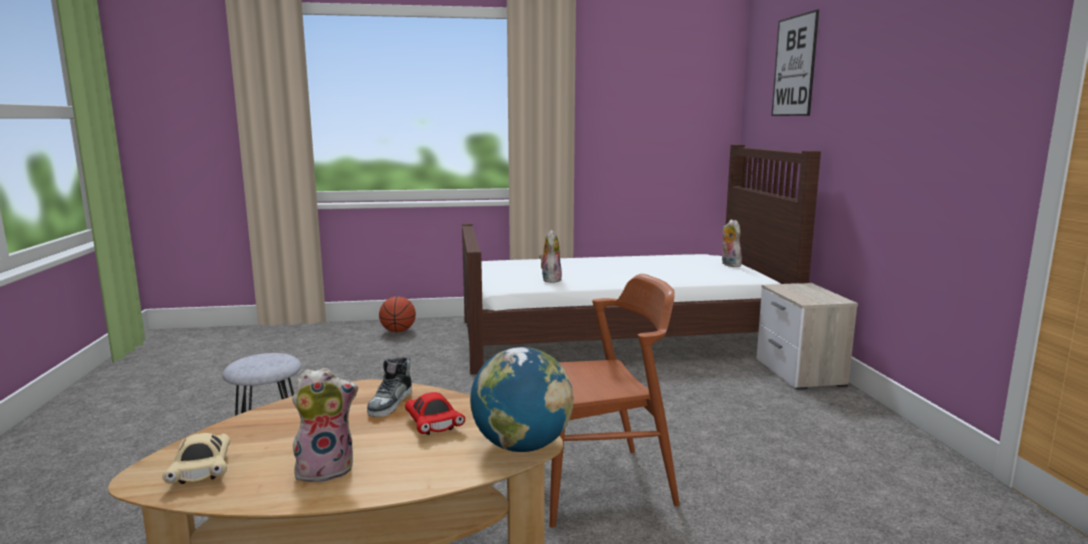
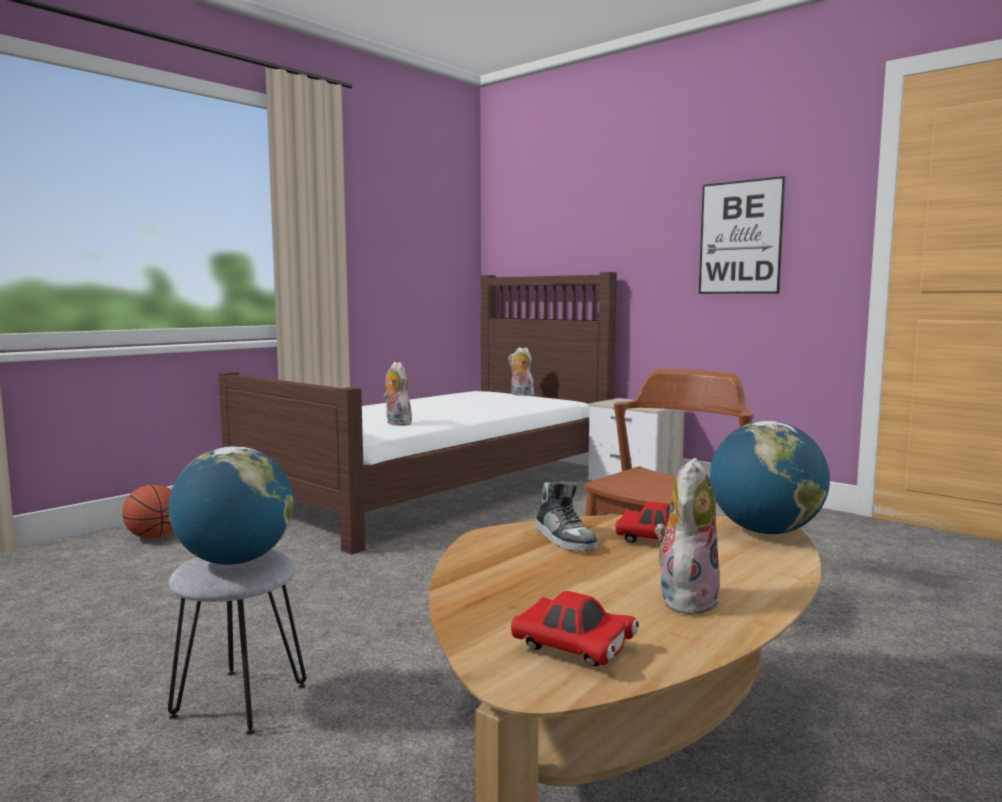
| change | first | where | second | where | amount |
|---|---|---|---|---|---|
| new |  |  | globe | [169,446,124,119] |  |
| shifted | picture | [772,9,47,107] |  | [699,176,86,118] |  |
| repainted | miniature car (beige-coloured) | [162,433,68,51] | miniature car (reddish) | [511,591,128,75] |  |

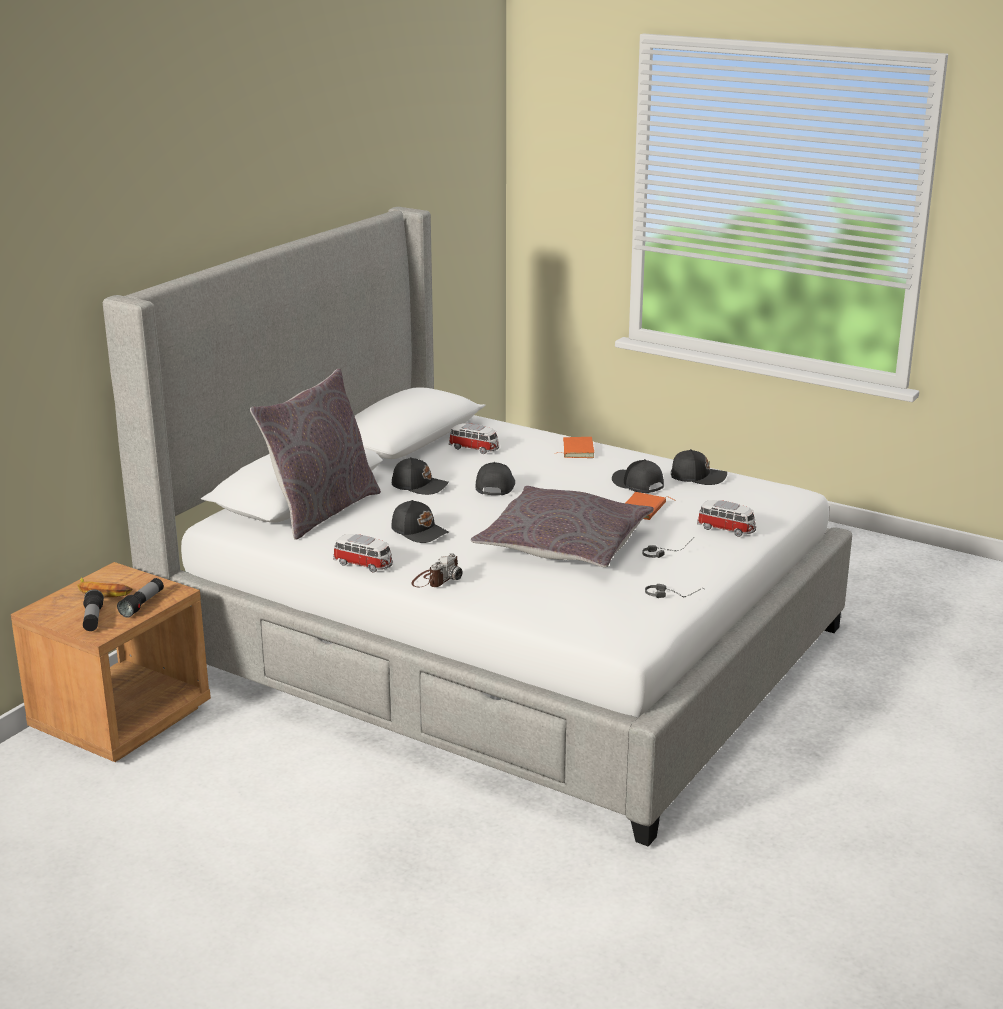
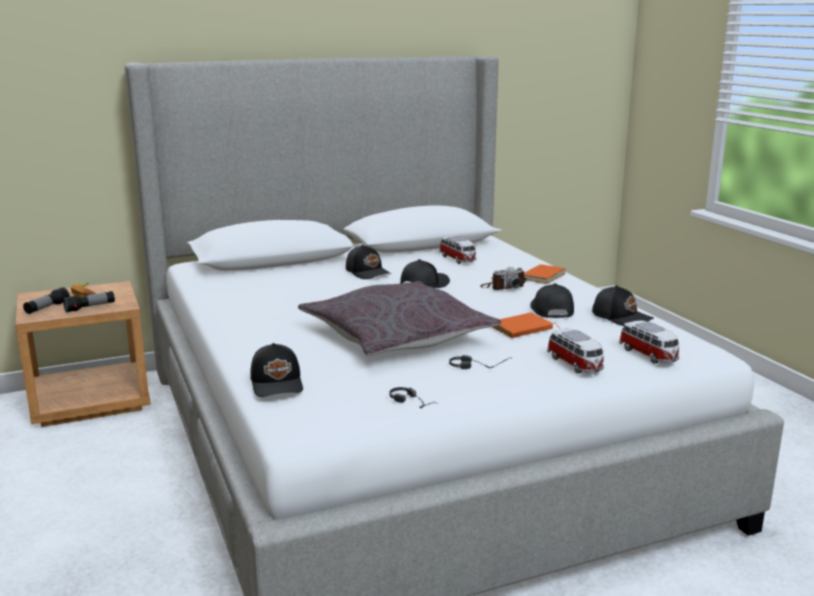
| change | first | where | second | where | amount |
|---|---|---|---|---|---|
| gone | pillow (greyish) | [250,369,131,171] |  |  |  |
| shifted | miniature car | [333,534,60,39] |  | [619,320,60,44] |  |
| shifted | peaked cap (black) | [391,500,58,43] |  | [250,343,53,54] |  |
| shifted | still camera | [411,553,51,34] |  | [481,267,45,23] |  |

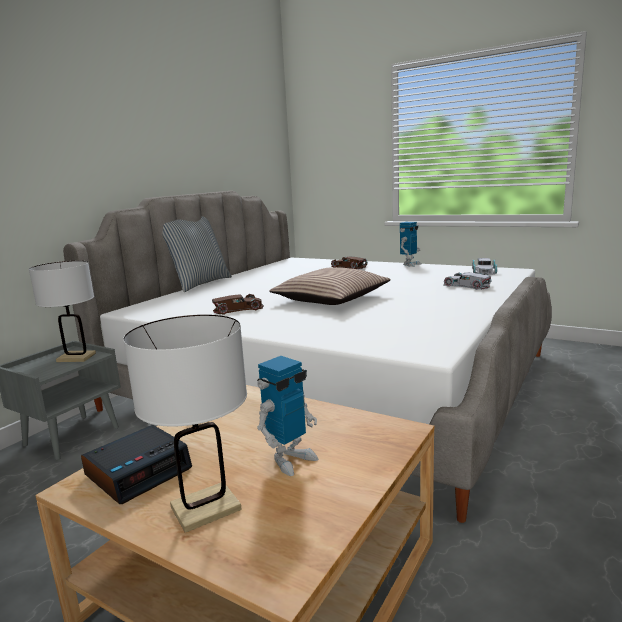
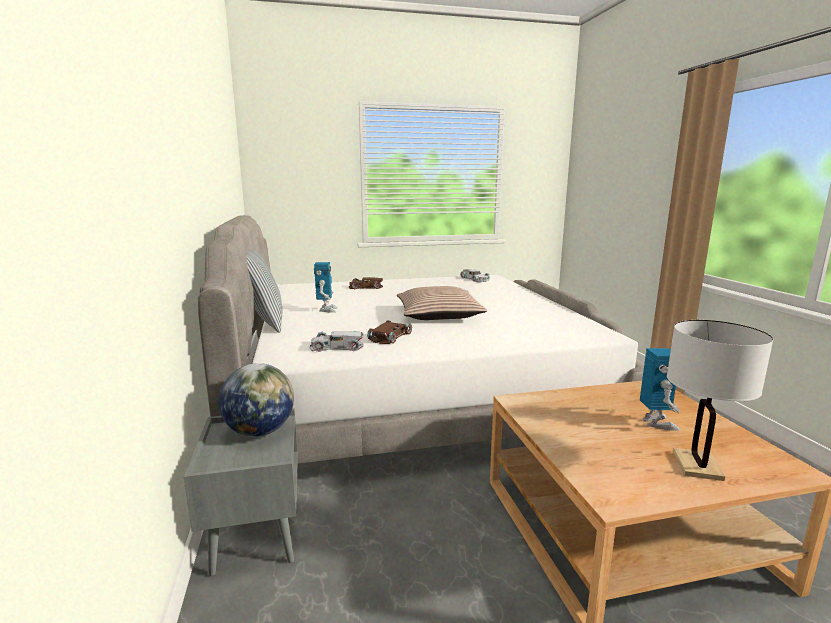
| change | first | where | second | where | amount |
|---|---|---|---|---|---|
| gone | alarm clock | [81,425,111,79] |  |  |  |
| shifted | toy robot | [400,222,22,45] |  | [314,262,24,51] |  |
| shifted | miniature car (whitish) | [443,272,49,18] |  | [309,331,55,21] |  |
| swapped | table lamp (whitish) | [29,261,67,101] | globe | [219,363,75,74] |  |

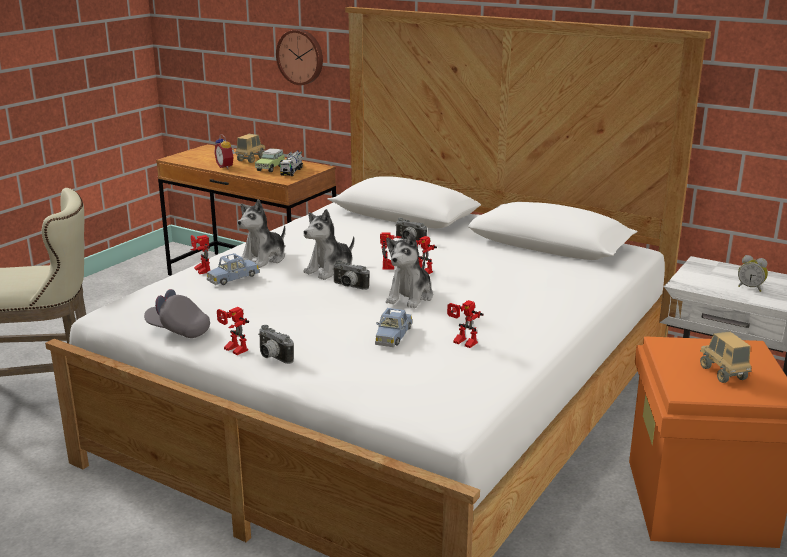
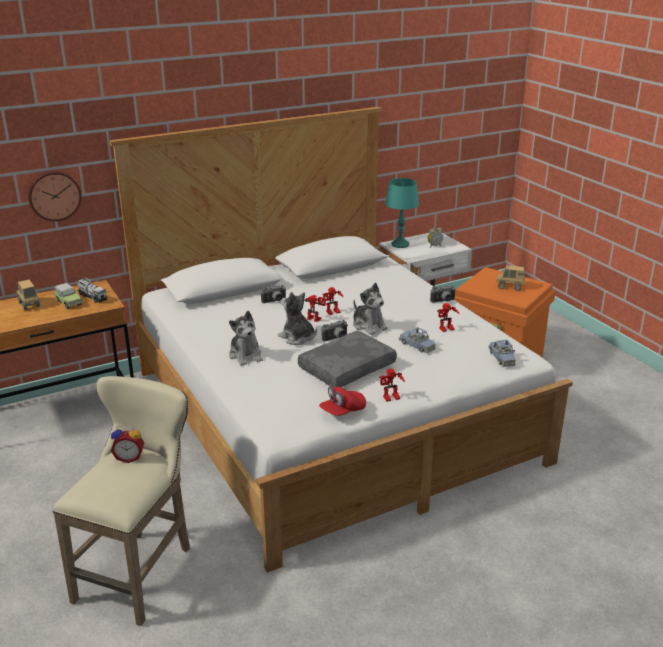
| change | first | where | second | where | amount |
|---|---|---|---|---|---|
| gone | toy robot | [191,235,20,39] |  |  |  |
| new |  |  | pillow (greyish) | [298,331,99,56] |  |
| new |  |  | table lamp (blue-green) | [385,178,34,70] |  |
| shifted | miniature car (bluish) | [207,253,53,32] |  | [489,340,27,27] |  |
| shifted | alarm clock | [214,134,21,35] |  | [111,425,33,38] |  |
| shifted | still camera | [258,325,36,39] |  | [430,285,26,18] |  |
| repainted | peaked cap (greyish) | [144,289,66,49] | peaked cap (reddish) | [319,386,47,30] |  |
| rotated | plush toy | [303,209,51,71] |  | [278,292,39,53] | 150 degrees clockwise |

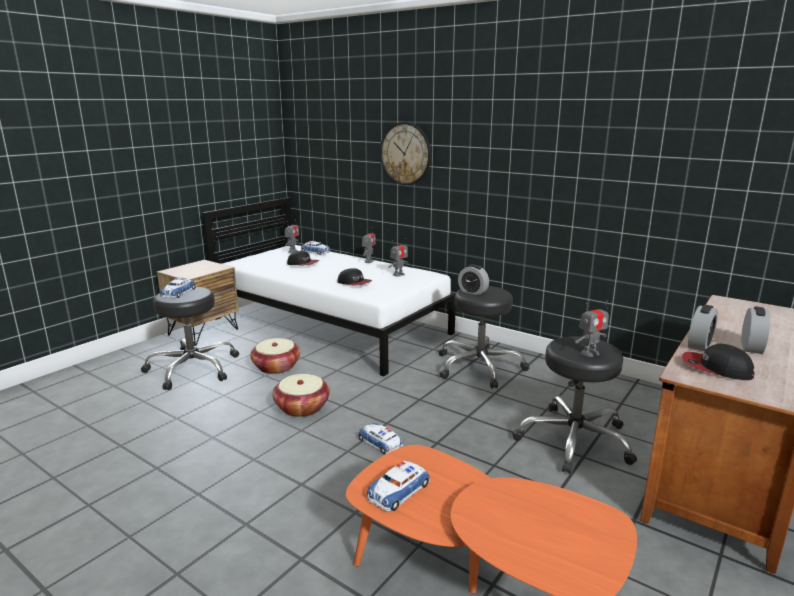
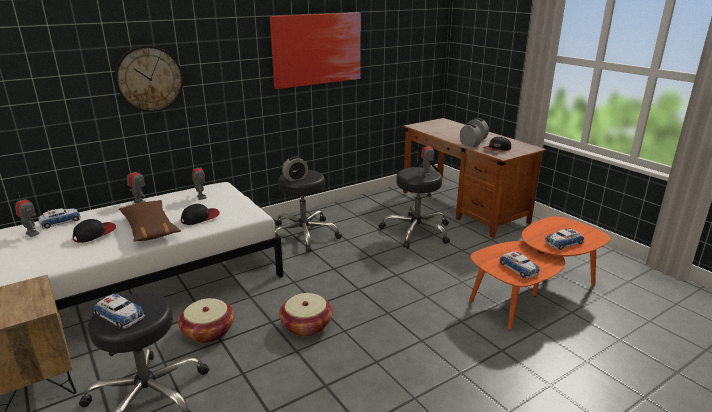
| change | first | where | second | where | amount |
|---|---|---|---|---|---|
| new |  |  | pillow (brown) | [119,200,62,42] |  |
| new |  |  | picture | [270,12,91,77] |  |
| shifted | miniature car | [358,423,46,32] |  | [545,228,39,22] |  |

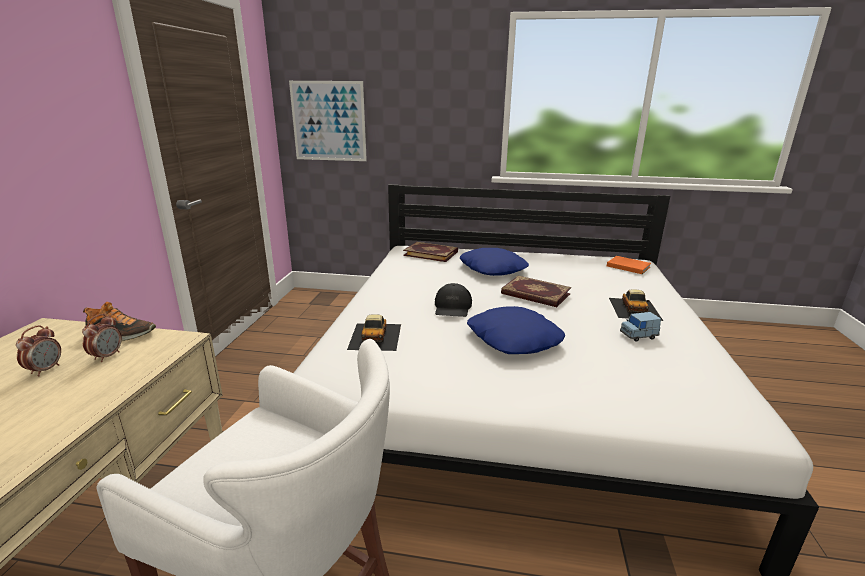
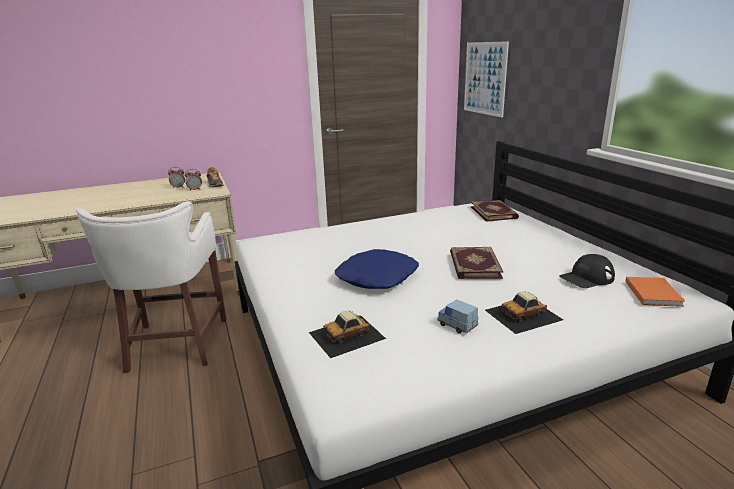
| change | first | where | second | where | amount |
|---|---|---|---|---|---|
| gone | pillow (bluish) | [460,248,69,28] |  |  |  |
| shifted | miniature car | [347,314,54,37] |  | [309,311,77,47] |  |
| shifted | peaked cap (black) | [435,283,37,34] |  | [559,254,56,34] |  |

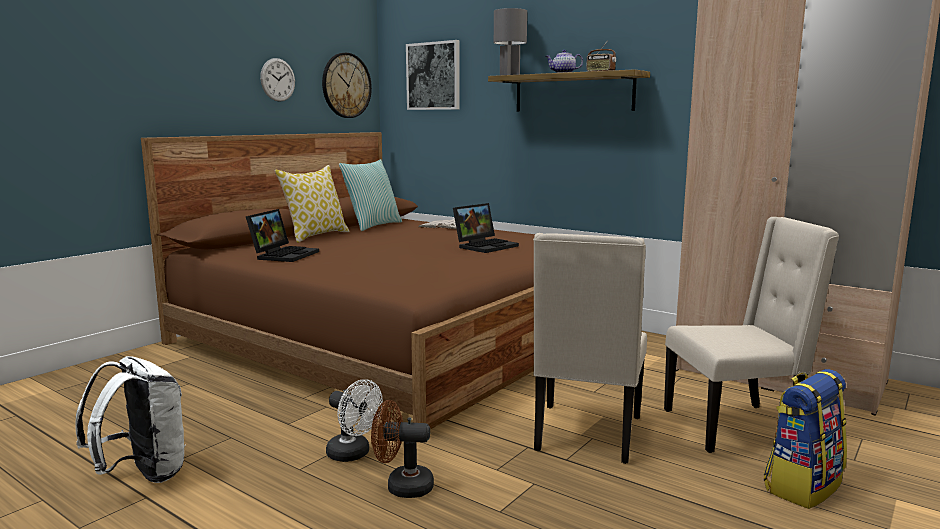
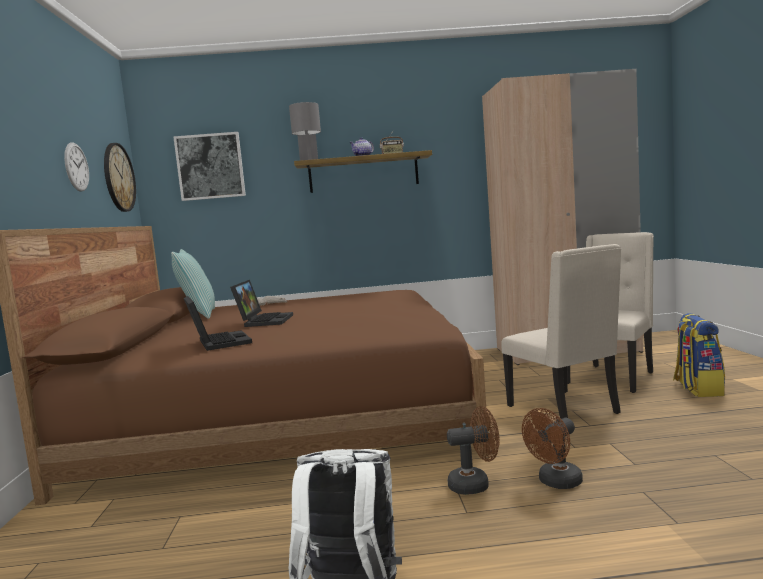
| change | first | where | second | where | amount |
|---|---|---|---|---|---|
| gone | pillow | [274,165,75,78] |  |  |  |
| shifted | portable computer | [453,203,66,50] |  | [230,280,63,47] |  |
| repainted | cooling fan (whitish) | [326,379,57,83] | cooling fan (brown) | [447,406,53,89] |  |

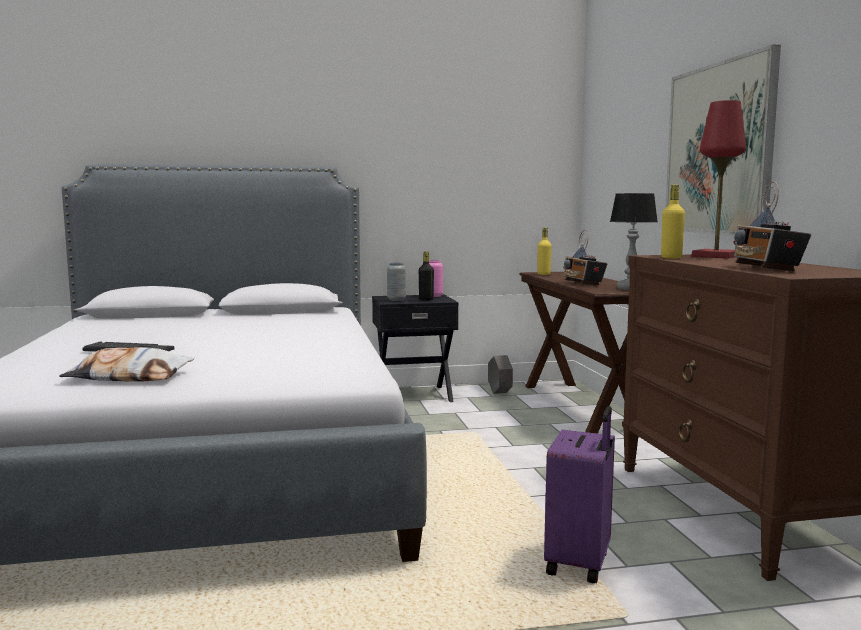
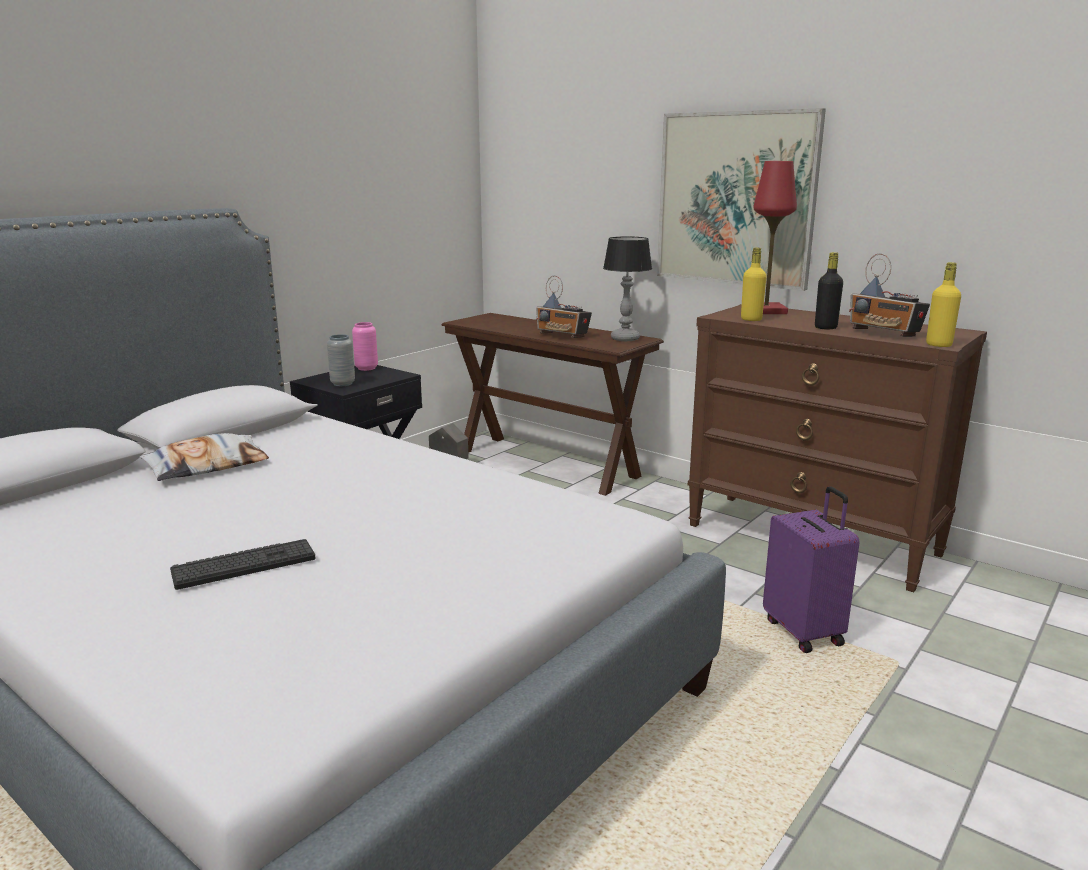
| change | first | where | second | where | amount |
|---|---|---|---|---|---|
| shifted | pillow | [59,347,135,35] |  | [139,433,130,48] |  |
| shifted | bottle (black) | [419,251,15,50] |  | [815,252,28,77] |  |
| shifted | bottle (yellow-coloured) | [537,227,15,48] |  | [926,262,35,85] |  |

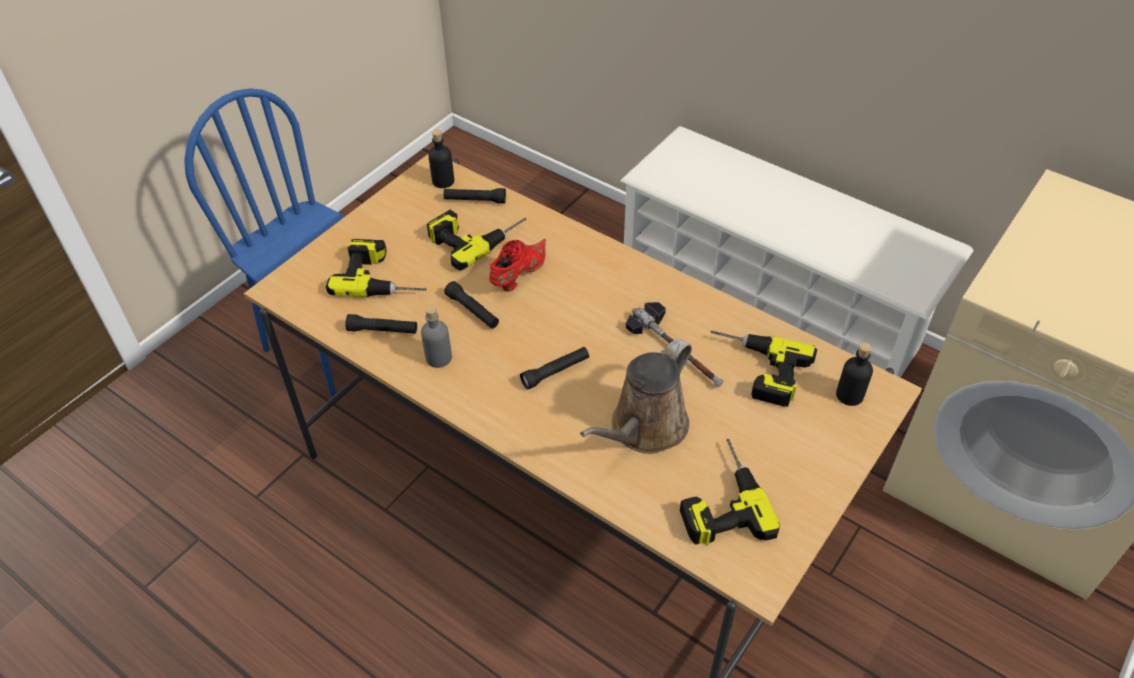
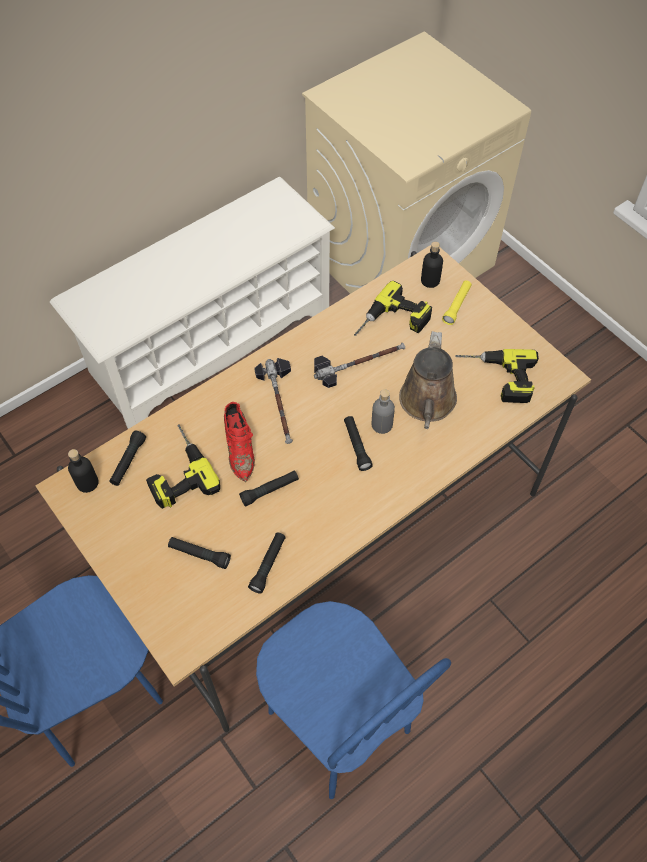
| change | first | where | second | where | amount |
|---|---|---|---|---|---|
| new |  |  | hammer | [254,358,39,86] |  |
| new |  |  | upright chair (bluish) | [256,601,195,198] |  |
| new |  |  | torch (yellow-coloured) | [442,280,30,45] |  |
| shifted | bottle (greyish) | [421,305,31,63] |  | [372,389,23,45] |  |
| swapped | electric drill | [326,239,101,58] | torch (black) | [168,537,63,32] |  |
| rotated | shoe (reddish) | [489,239,57,53] |  | [224,402,31,80] | 150 degrees counterclockwise |
| rotated | watering pot (brown) | [580,338,112,116] |  | [399,331,58,98] | 45 degrees clockwise |

